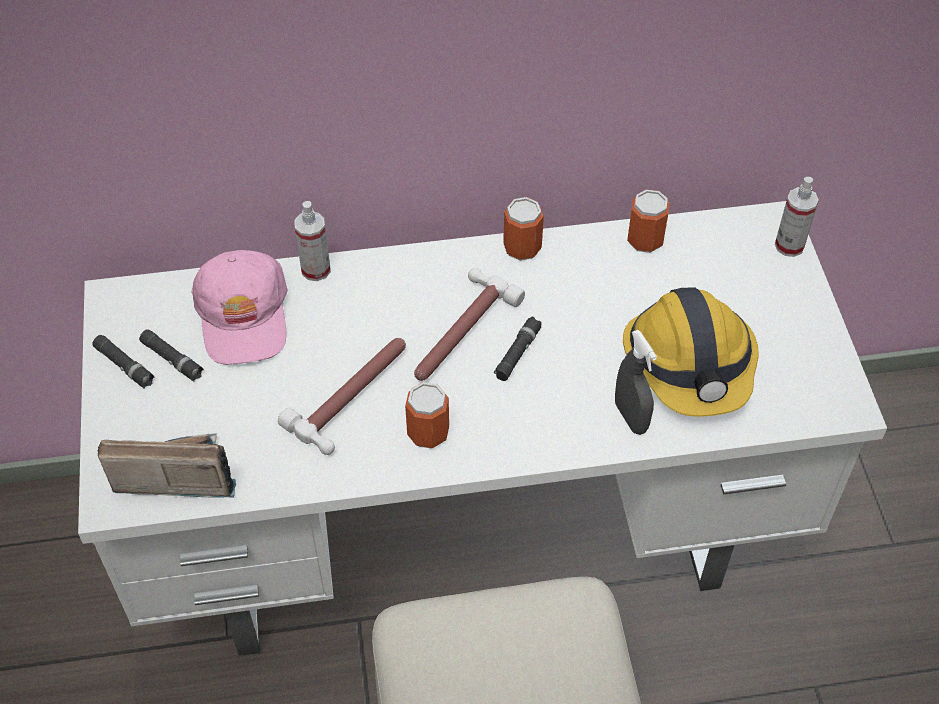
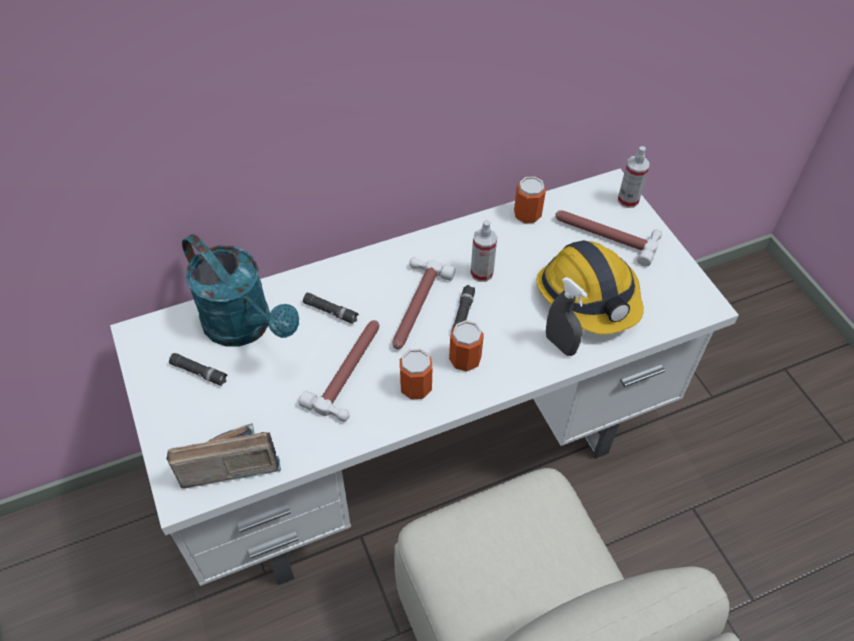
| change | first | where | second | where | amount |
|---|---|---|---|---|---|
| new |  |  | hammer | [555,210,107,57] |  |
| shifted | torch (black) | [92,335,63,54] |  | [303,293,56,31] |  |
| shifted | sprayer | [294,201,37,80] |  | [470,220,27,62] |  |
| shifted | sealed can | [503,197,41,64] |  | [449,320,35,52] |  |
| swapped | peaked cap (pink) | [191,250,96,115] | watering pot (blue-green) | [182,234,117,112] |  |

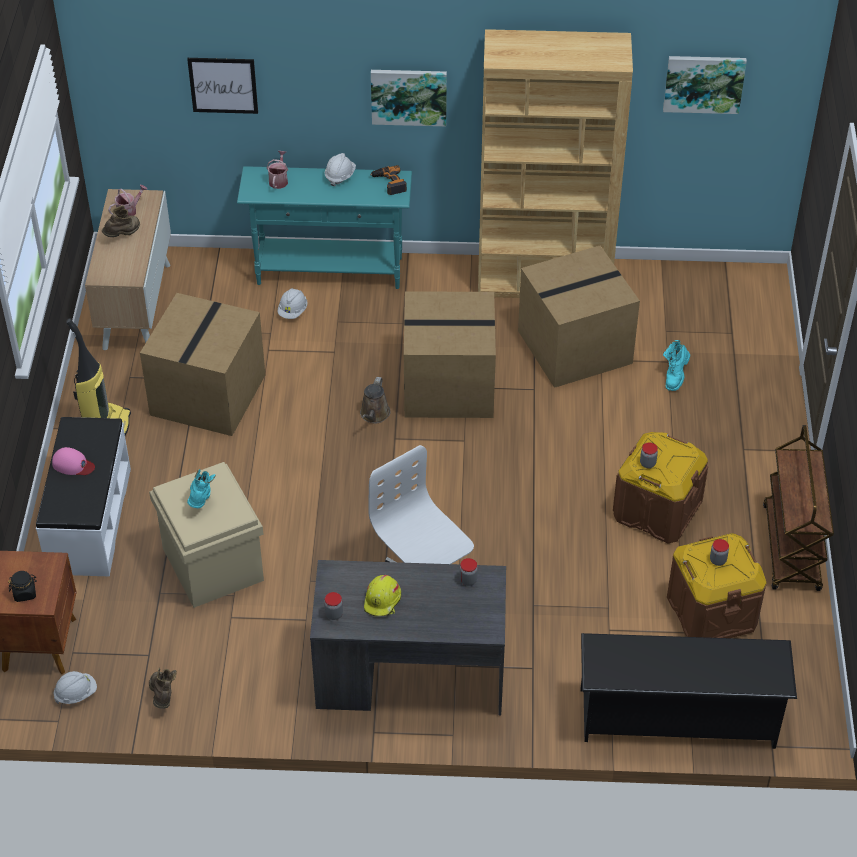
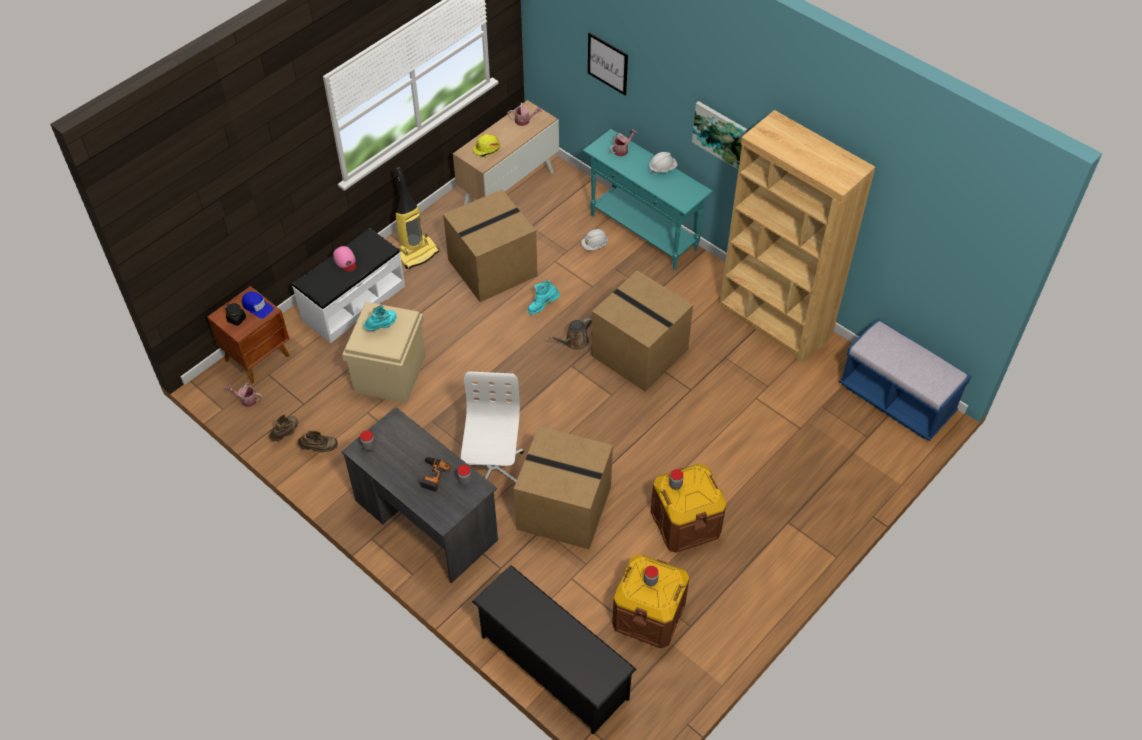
| change | first | where | second | where | amount |
|---|---|---|---|---|---|
| gone | picture | [663,56,84,58] |  |  |  |
| gone | trolley (brown) | [763,425,71,166] |  |  |  |
| new |  |  | peaked cap (bluish) | [242,292,32,27] |  |
| new |  |  | bench (bluish) | [839,318,132,123] |  |
| shifted | boot (brown) | [102,205,38,32] |  | [298,430,40,22] |  |
| shifted | safety helmet (yellow-coloured) | [364,575,37,41] |  | [472,134,28,24] |  |
| shifted | electric drill | [370,165,37,30] |  | [419,457,32,35] |  |
| shifted | cardboard box | [518,246,122,142] |  | [514,426,99,123] |  |
| shifted | boot (blue-green) | [663,340,27,51] |  | [528,280,32,34] |  |
| swapped | safety helmet (whitish) | [53,671,44,33] | watering pot | [225,383,38,24] |  |

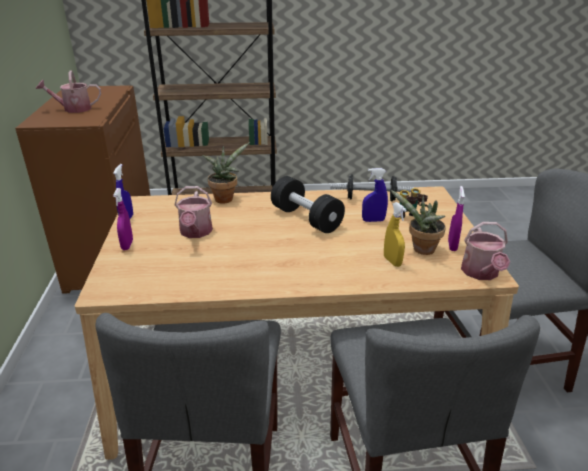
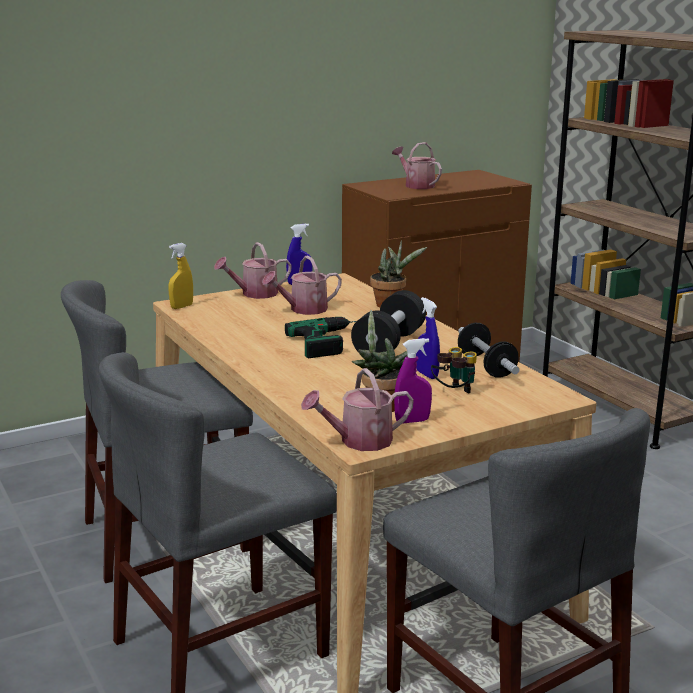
| change | first | where | second | where | amount |
|---|---|---|---|---|---|
| new |  |  | electric drill | [285,317,71,41] |  |
| shifted | sprayer (yellow-coloured) | [384,202,22,65] |  | [168,243,25,66] |  |
| swapped | sprayer (purple) | [113,188,20,62] | watering pot | [214,242,78,57] |  |

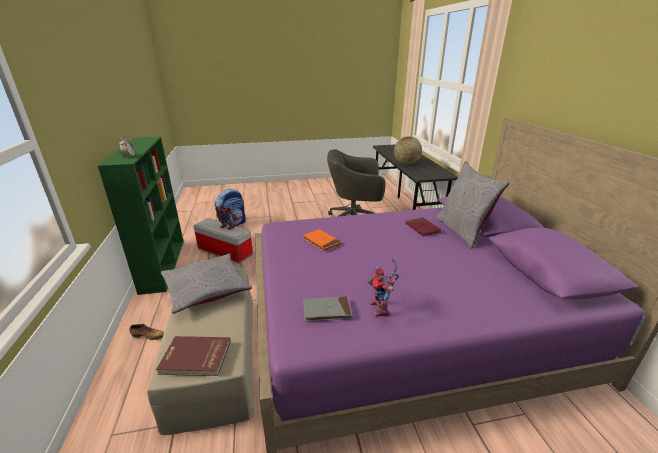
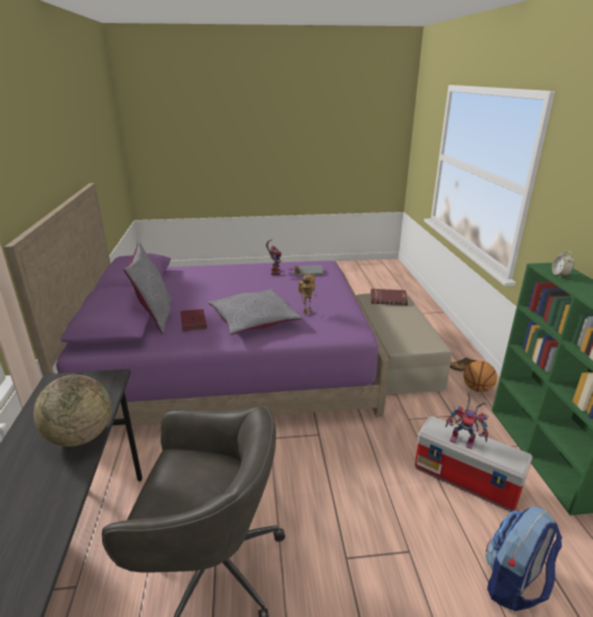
| change | first | where | second | where | amount |
|---|---|---|---|---|---|
| new |  |  | ball for basketball | [464,361,33,31] |  |
| shifted | pillow (greyish) | [161,254,91,60] |  | [208,289,94,46] |  |
| swapped | volume (orange-coloured) | [303,229,39,23] | toy robot | [298,274,19,41] |  |

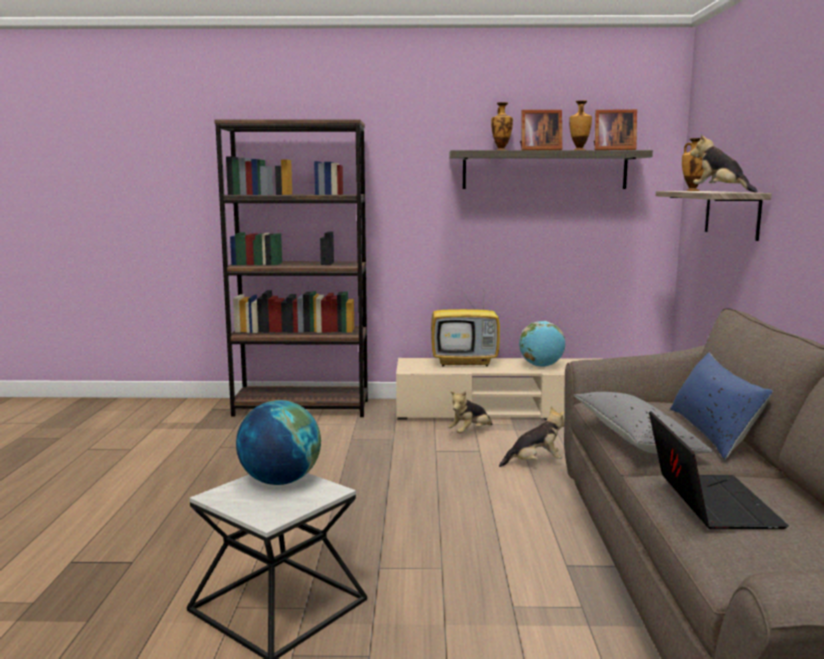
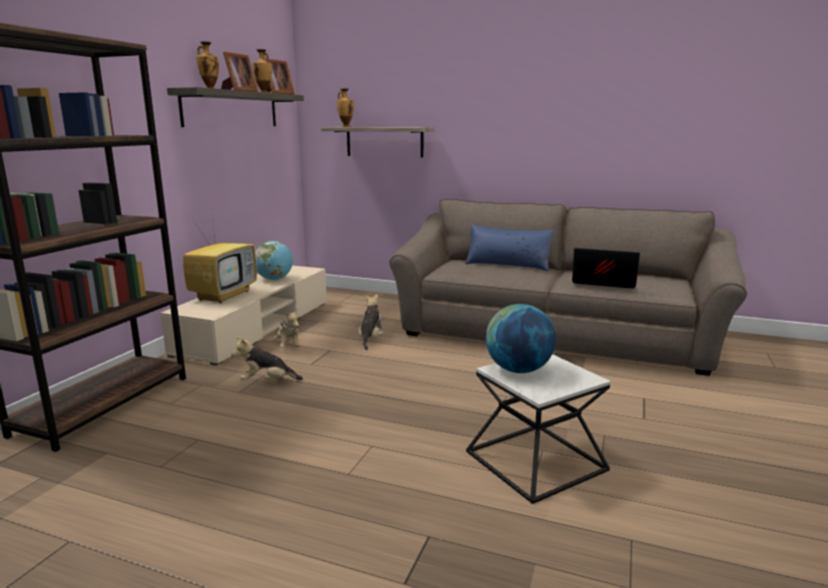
| change | first | where | second | where | amount |
|---|---|---|---|---|---|
| gone | pillow (greyish) | [574,392,139,62] |  |  |  |
| shifted | plush toy | [690,134,67,59] |  | [232,336,71,44] |  |

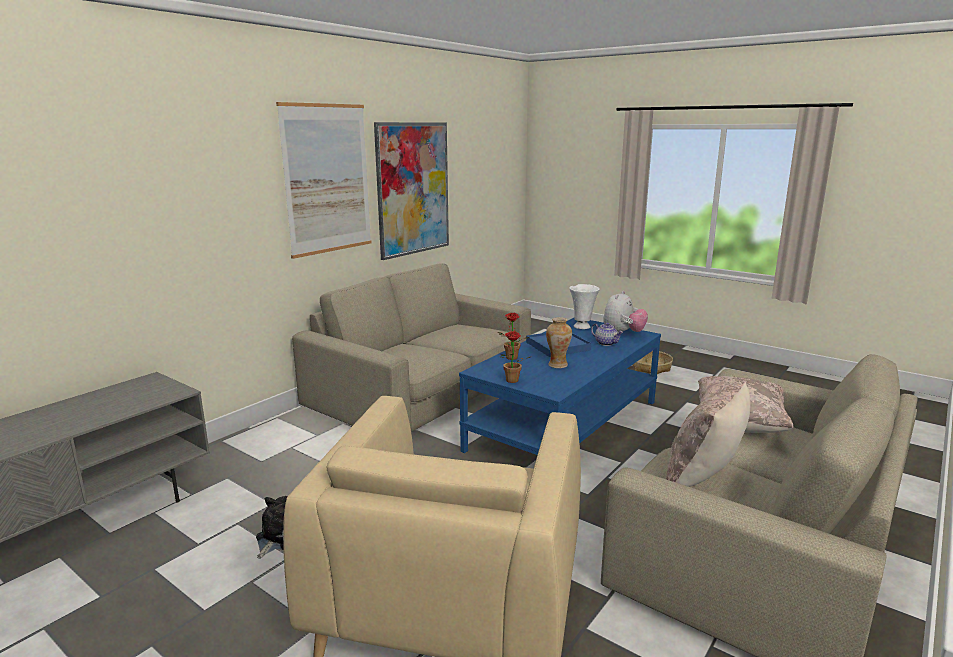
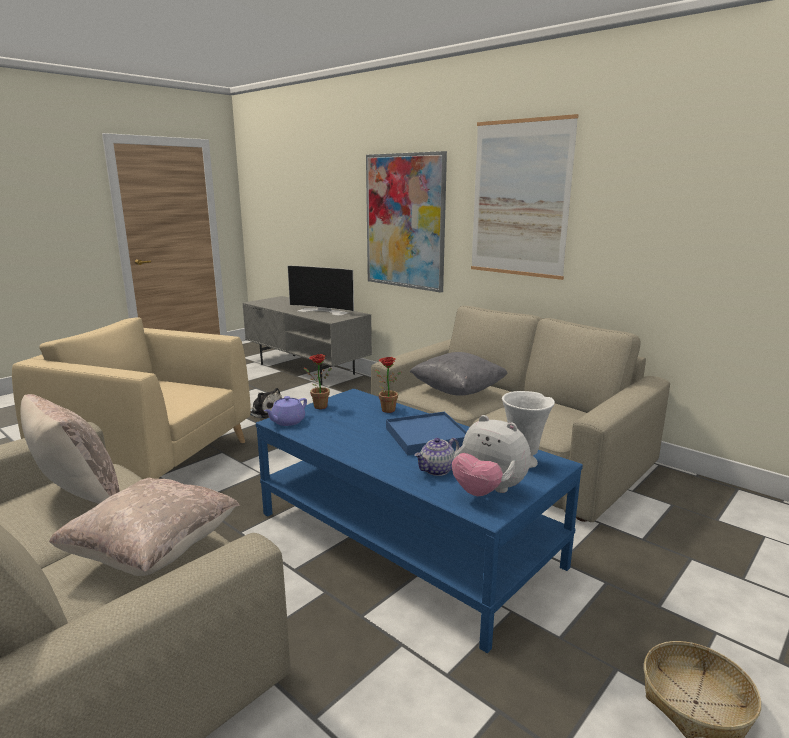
| change | first | where | second | where | amount |
|---|---|---|---|---|---|
| gone | vase | [546,317,26,51] |  |  |  |
| new |  |  | tea pot (purple) | [264,396,43,30] |  |
| new |  |  | TV | [288,266,66,50] |  |
| new |  |  | pillow (greyish) | [410,352,98,44] |  |
| shifted | picture | [374,122,75,138] |  | [366,151,81,141] |  |

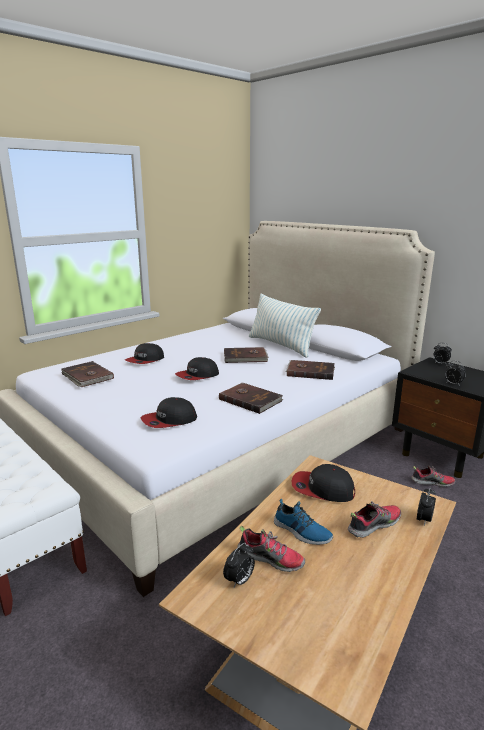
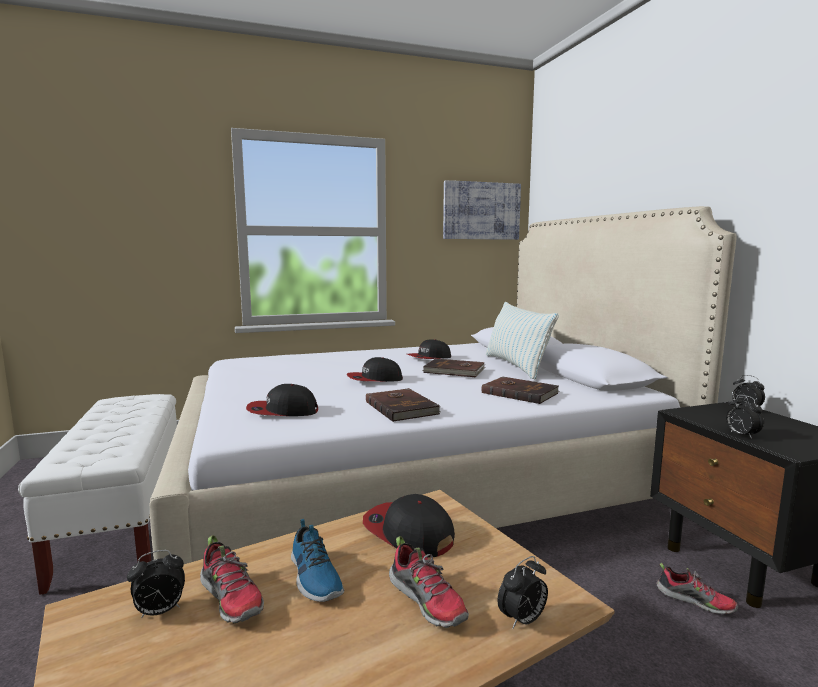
| change | first | where | second | where | amount |
|---|---|---|---|---|---|
| gone | volume (brown) | [61,361,53,26] |  |  |  |
| new |  |  | picture | [443,180,78,60] |  |
| shifted | peaked cap | [125,343,39,21] |  | [407,339,44,20] |  |
| rotated | shoe | [348,501,53,37] |  | [389,536,80,92] | 60 degrees clockwise |

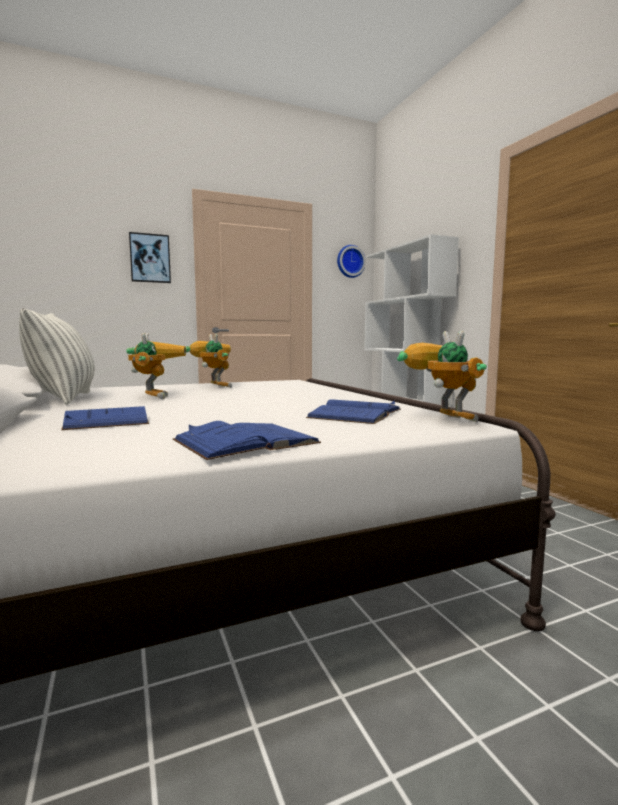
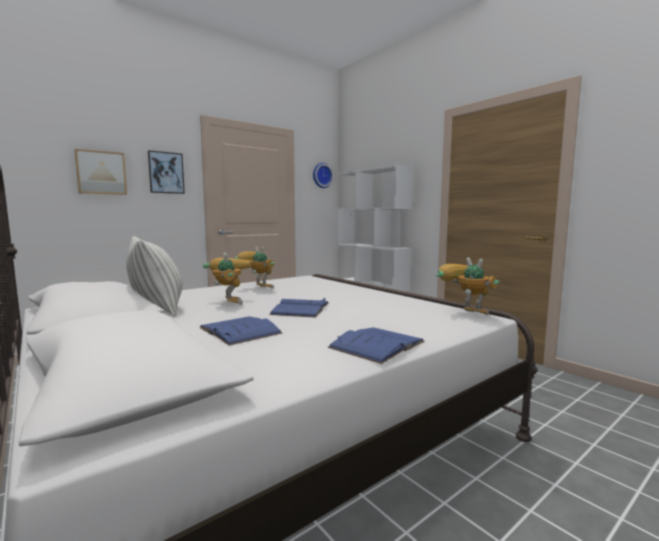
| change | first | where | second | where | amount |
|---|---|---|---|---|---|
| new |  |  | picture | [74,149,53,46] |  |
| shifted | volume (bluish) | [306,399,95,25] |  | [269,298,60,20] |  |

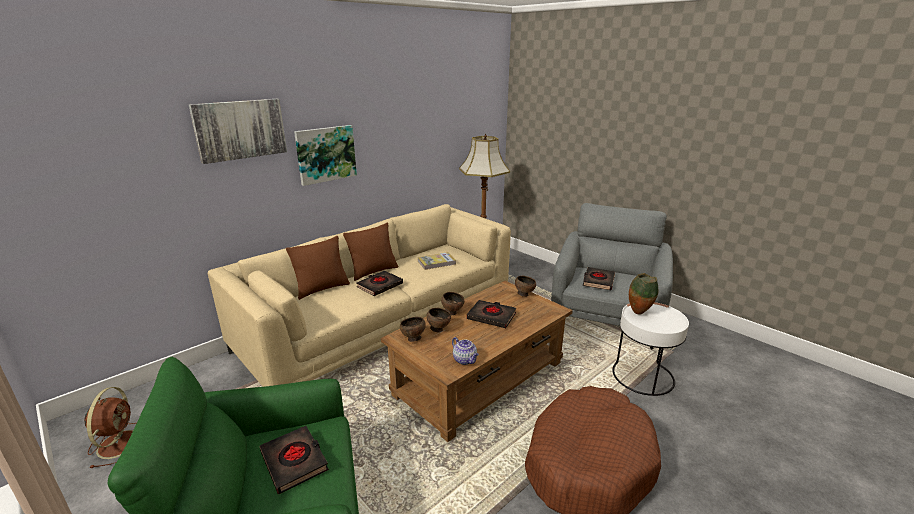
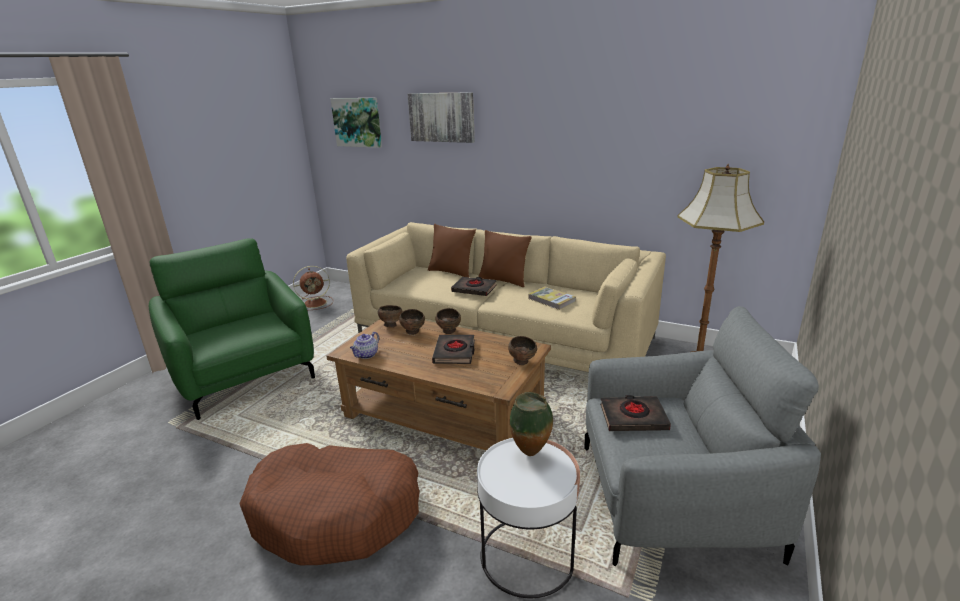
| change | first | where | second | where | amount |
|---|---|---|---|---|---|
| gone | volume (black) | [260,426,69,68] |  |  |  |
| shifted | picture | [294,125,63,61] |  | [330,98,52,50] |  |

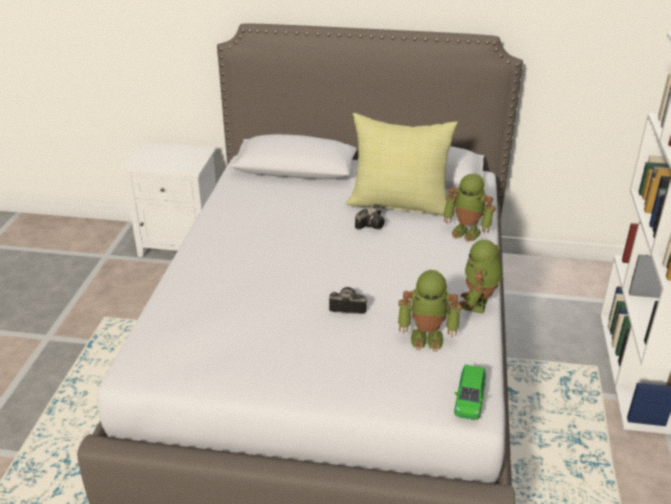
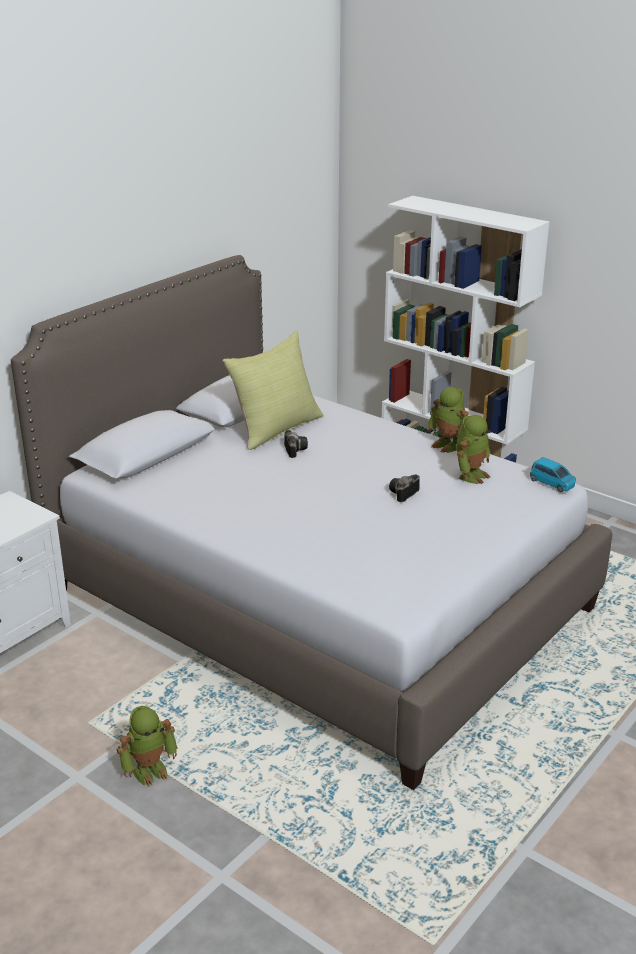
| change | first | where | second | where | amount |
|---|---|---|---|---|---|
| shifted | toy robot | [444,173,52,69] |  | [117,706,60,80] |  |
| repainted | miniature car (green-coloured) | [454,364,32,56] | miniature car (bluish) | [530,457,46,35] |  |

